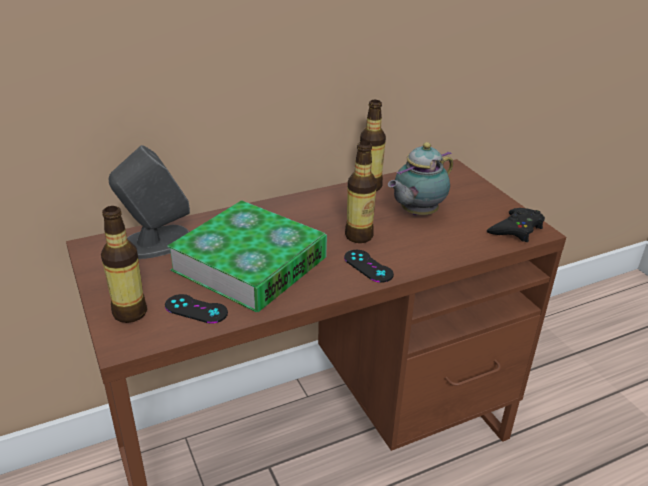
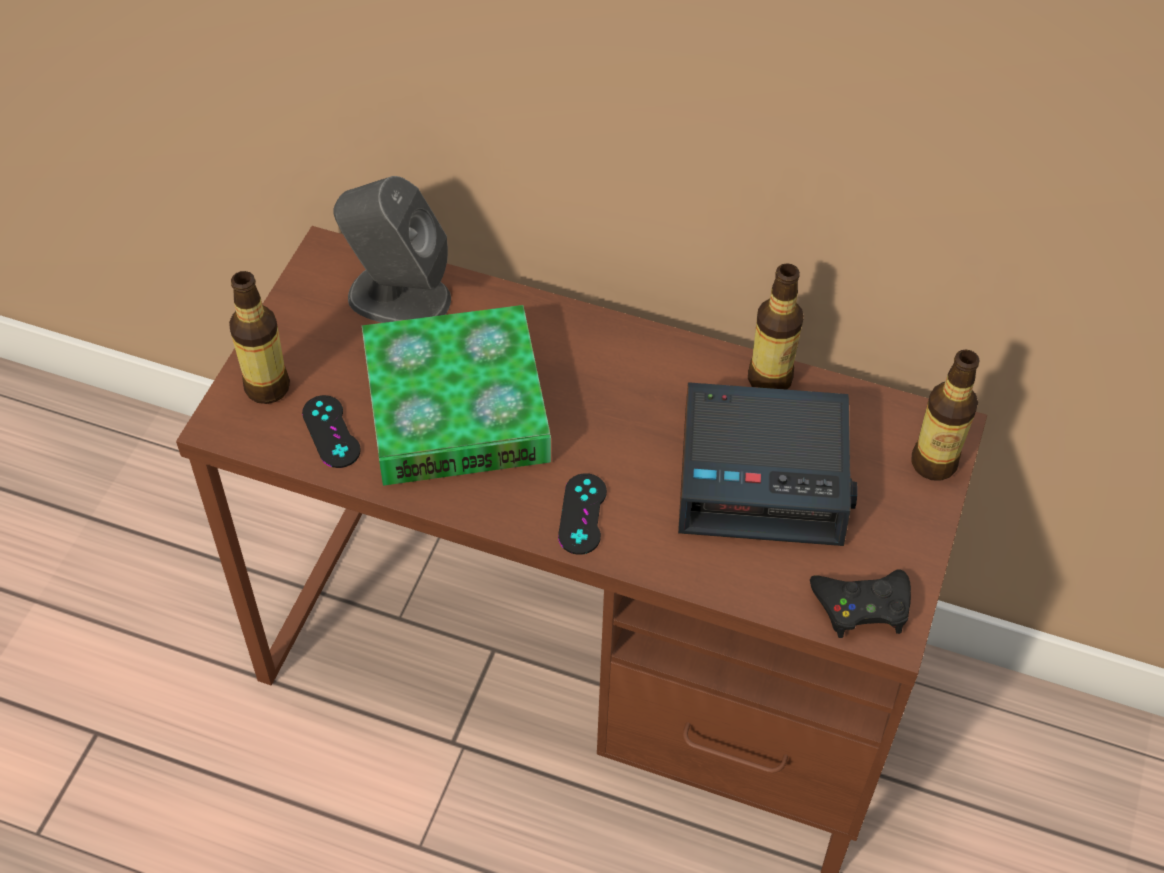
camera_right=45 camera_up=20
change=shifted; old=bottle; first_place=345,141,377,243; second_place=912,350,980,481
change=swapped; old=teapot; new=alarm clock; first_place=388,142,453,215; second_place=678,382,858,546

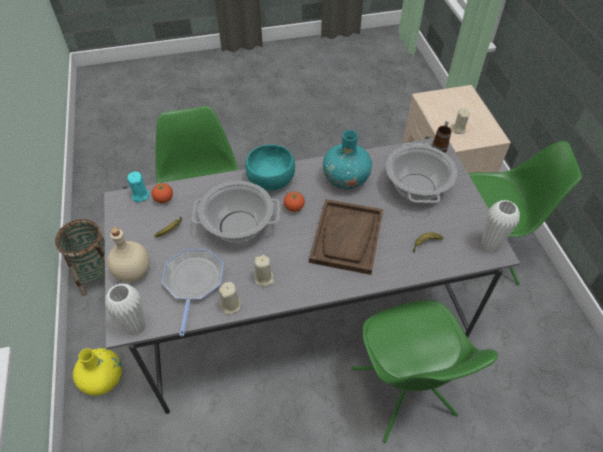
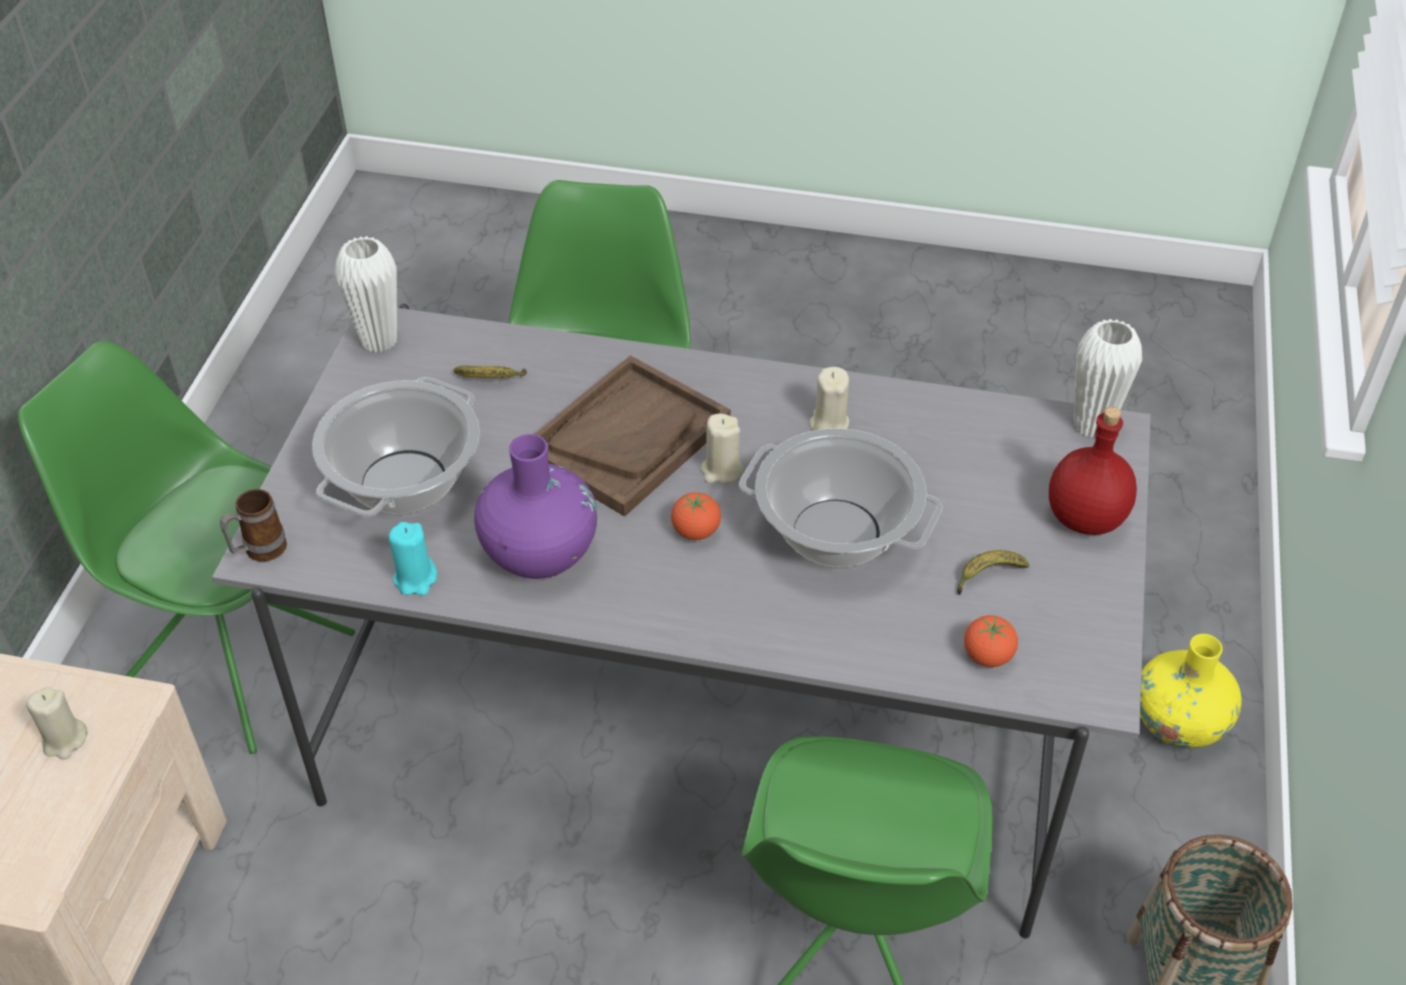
camera_right=-155 camera_up=-5
change=repainted; old=beige bottle; new=red bottle; first_place=108,227,150,282; second_place=1049,407,1137,535
change=shifted; old=turquoise candle; first_place=127,172,149,202; second_place=389,522,437,595
change=gone; old=frying pan; first_place=161,249,224,336
change=shifted; old=beige candle; first_place=219,282,242,314; second_place=700,414,744,484
change=gone; old=turquoise bowl; first_place=245,145,295,191
change=repainted; old=turquoise vase; new=purple vase; first_place=323,130,372,190; second_place=474,434,597,579

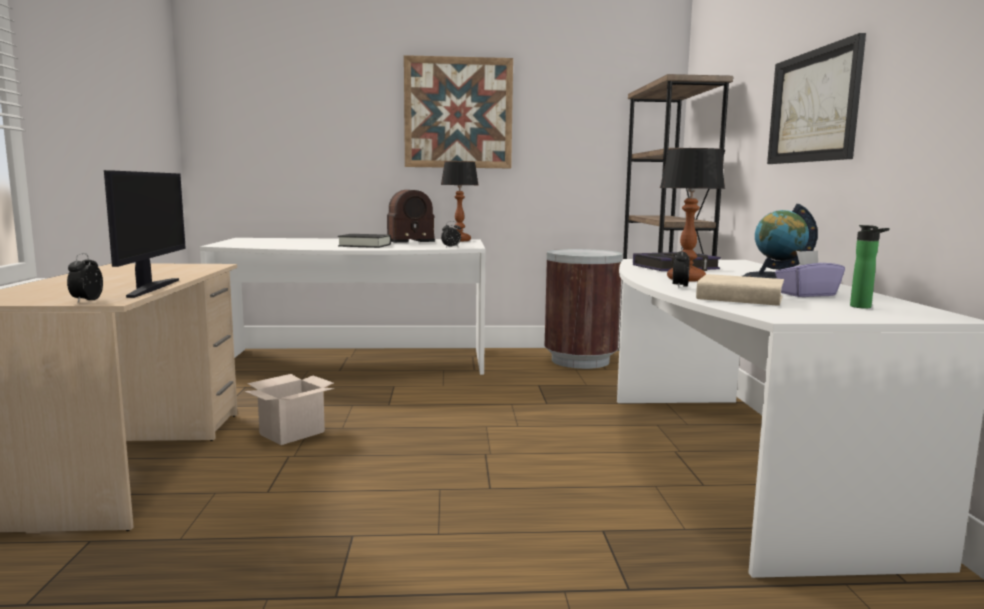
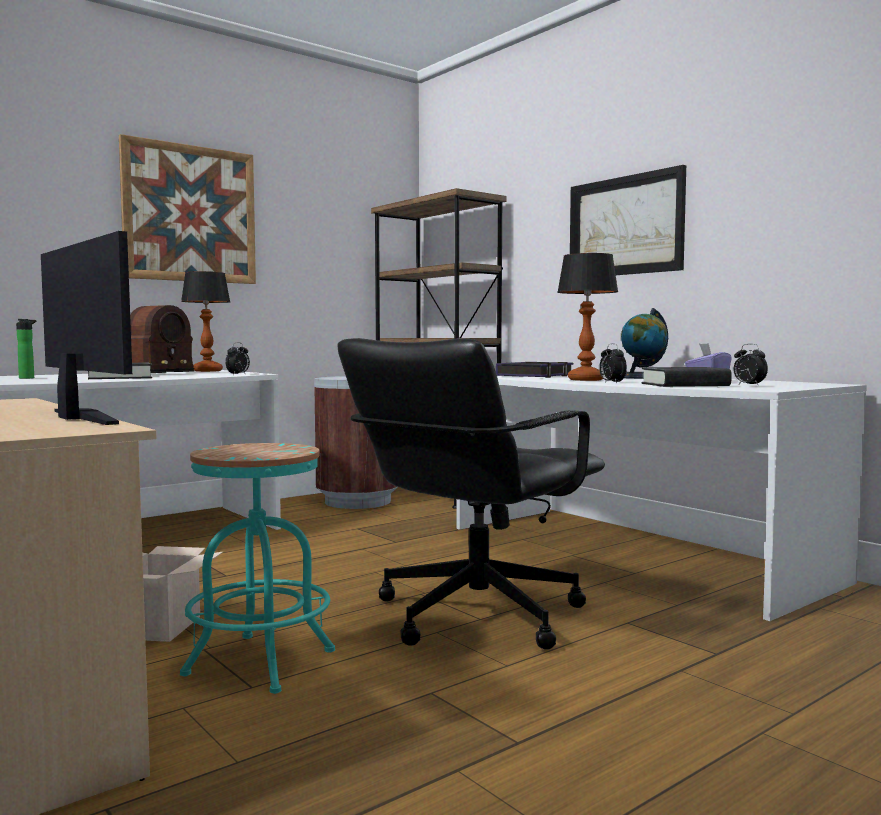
camera_right=-35 camera_up=-5
change=shifted; old=alarm clock; first_place=67,253,103,303; second_place=733,344,768,386
change=repainted; old=beige book; new=black book; first_place=696,274,784,306; second_place=641,367,732,387
change=shifted; old=bottle; first_place=850,225,890,309; second_place=16,319,36,379
change=new; new=turquoise stool; second_place=180,443,335,694
change=new; new=black office chair; second_place=338,338,605,650

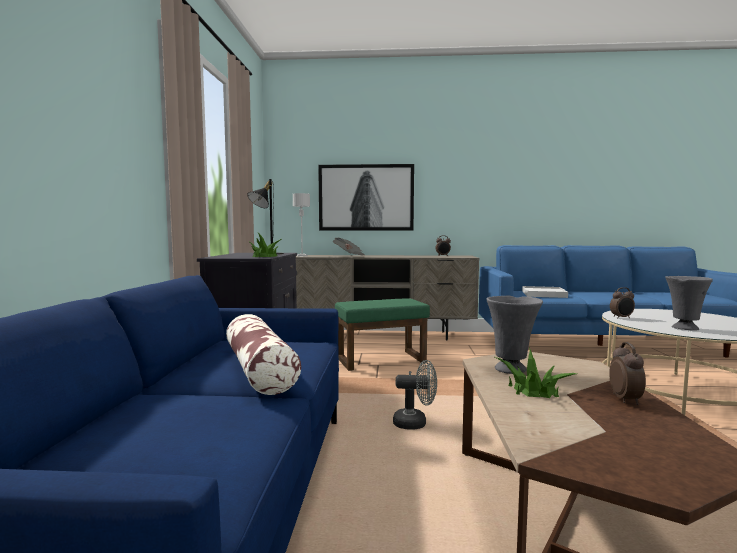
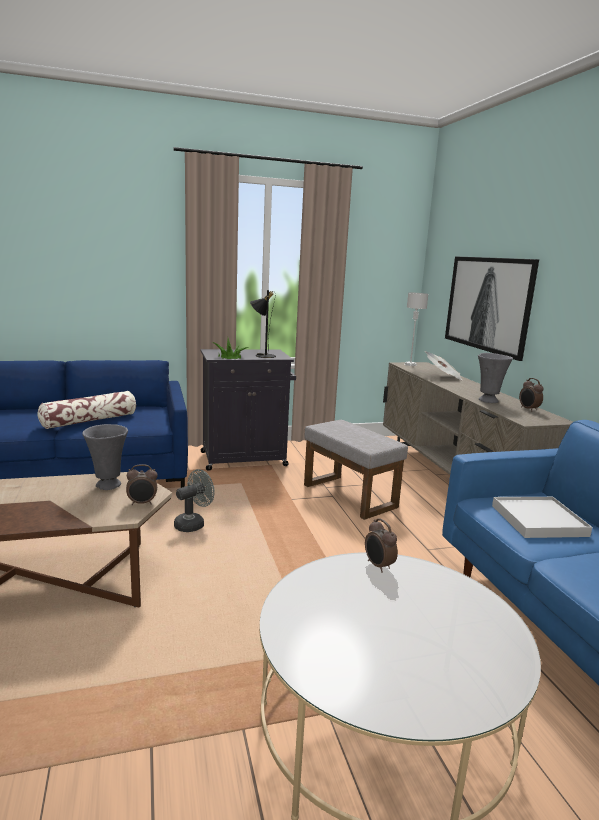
camera_right=70 camera_up=10
change=repainted; old=green ottoman; new=grey ottoman; first_place=335,298,430,371; second_place=304,420,408,520
change=rotated; old=grey fan; first_place=393,360,437,430; second_place=174,469,215,532; degrees=-120
change=gone; old=potted plant; first_place=495,347,577,398
change=shifted; old=alarm clock; first_place=609,342,646,405; second_place=126,464,157,505
change=shifted; old=grey vase; first_place=665,276,713,331; second_place=478,353,513,403

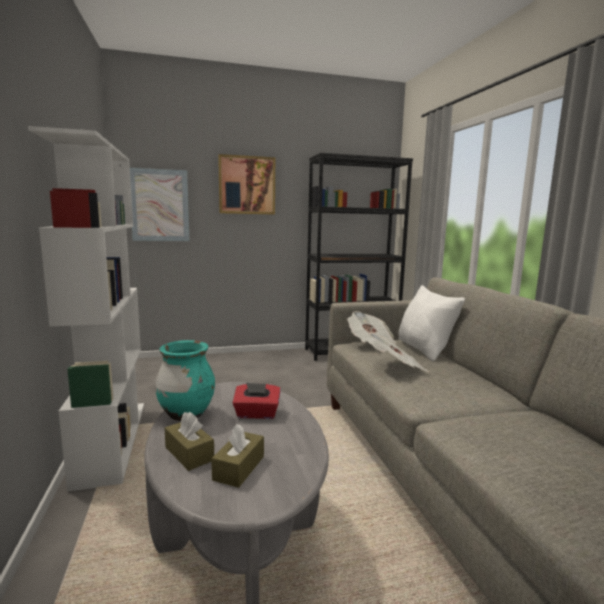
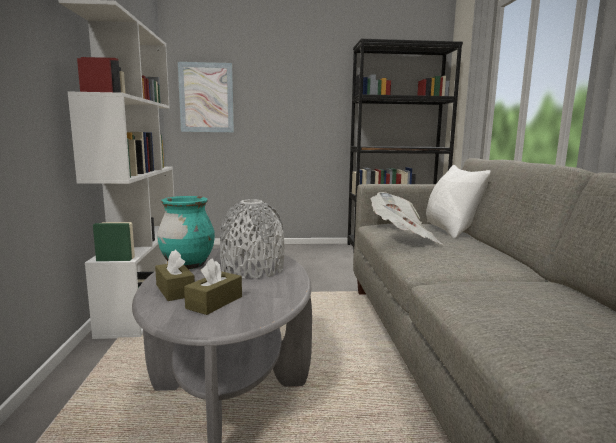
camera_right=10 camera_up=0
change=gone; old=picture; first_place=218,154,275,215
change=swapped; old=red tissue box; new=grey vase; first_place=233,382,281,419; second_place=220,200,285,278

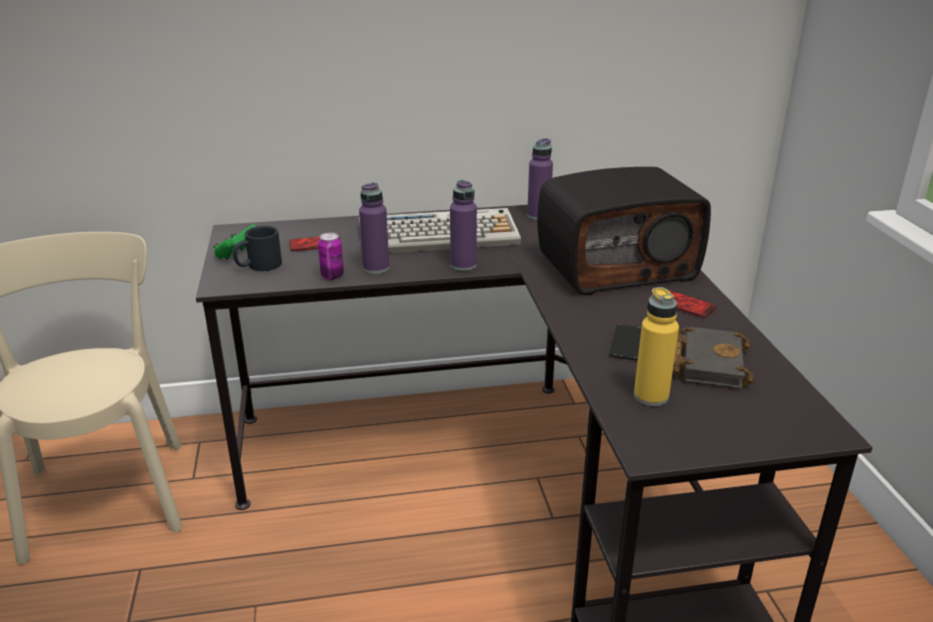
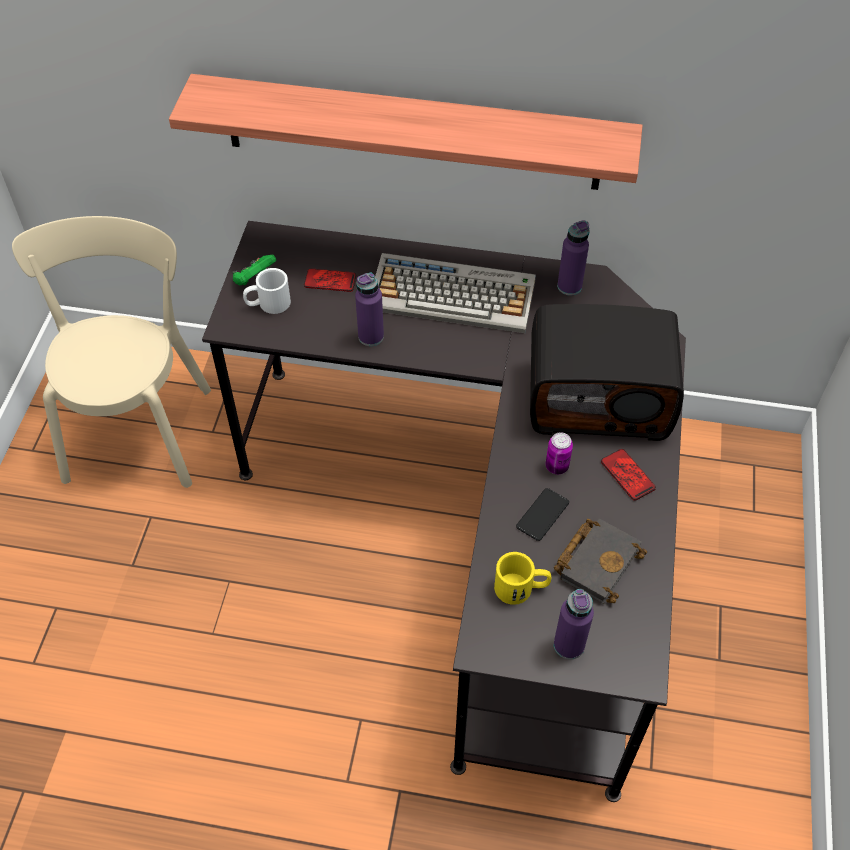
camera_right=20 camera_up=25
change=repainted; old=black mug; new=white mug; first_place=233,226,282,271; second_place=243,268,291,314
change=shifted; old=can; first_place=318,233,344,280; second_place=545,432,573,474
change=shifted; old=purple bottle; first_place=450,180,477,271; second_place=554,589,594,660
change=swapped; old=yellow bottle; new=yellow mug; first_place=634,287,679,406; second_place=494,552,551,605
change=new; new=shelf; second_place=169,74,643,190

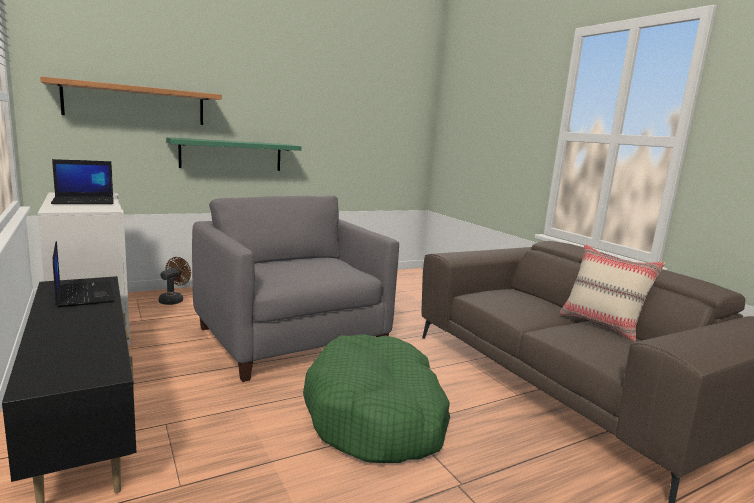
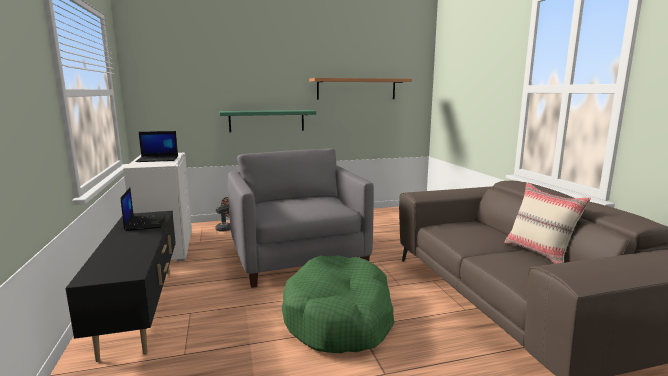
camera_right=15 camera_up=0
change=shifted; old=shelf; first_place=40,76,222,125; second_place=309,78,412,100

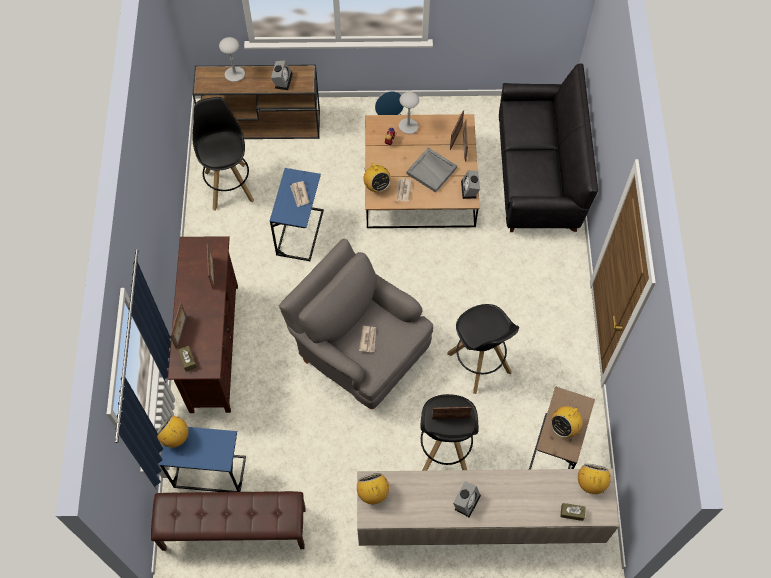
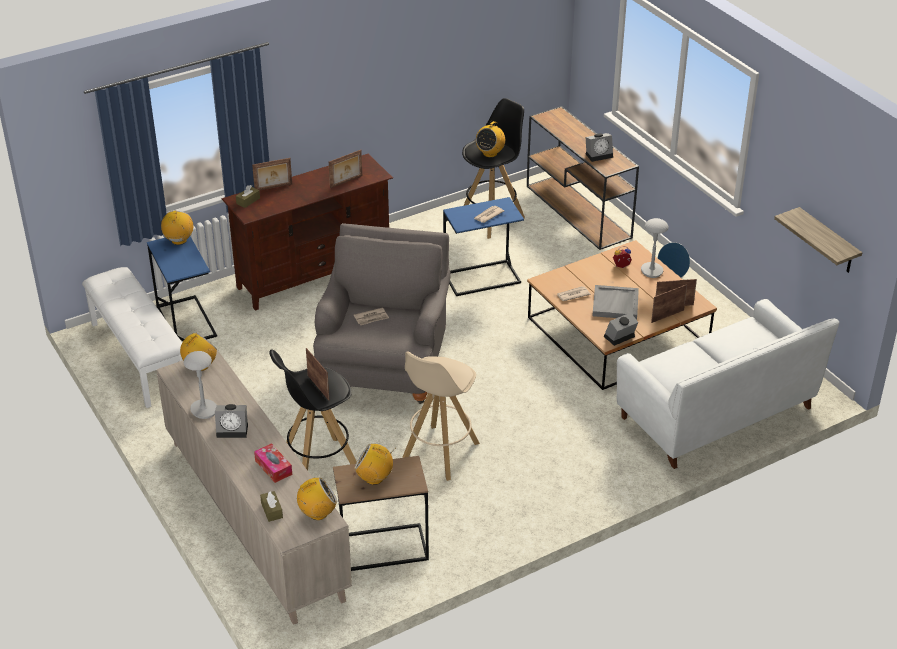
camera_right=60 camera_up=-25
change=repainted; old=brown bench; new=white bench; first_place=151,491,306,551; second_place=82,267,183,408
change=shifted; old=grey table lamp; first_place=219,37,245,82; second_place=183,351,217,419
change=shifted; old=radio; first_place=363,163,391,192; second_place=476,121,505,157
change=repainted; old=black stool; new=beige stool; first_place=447,304,519,394; second_place=402,351,480,481
change=repainted; old=black sofa; new=white sofa; first_place=499,64,598,232; second_place=617,299,839,469
change=new; new=tissue box; second_place=254,443,292,483
change=new; new=shelf; second_place=774,207,862,273

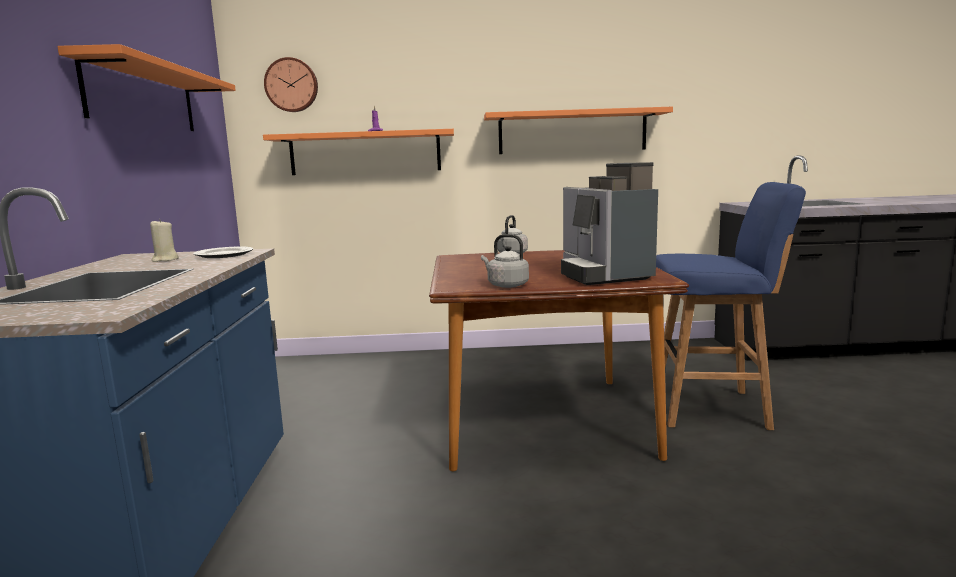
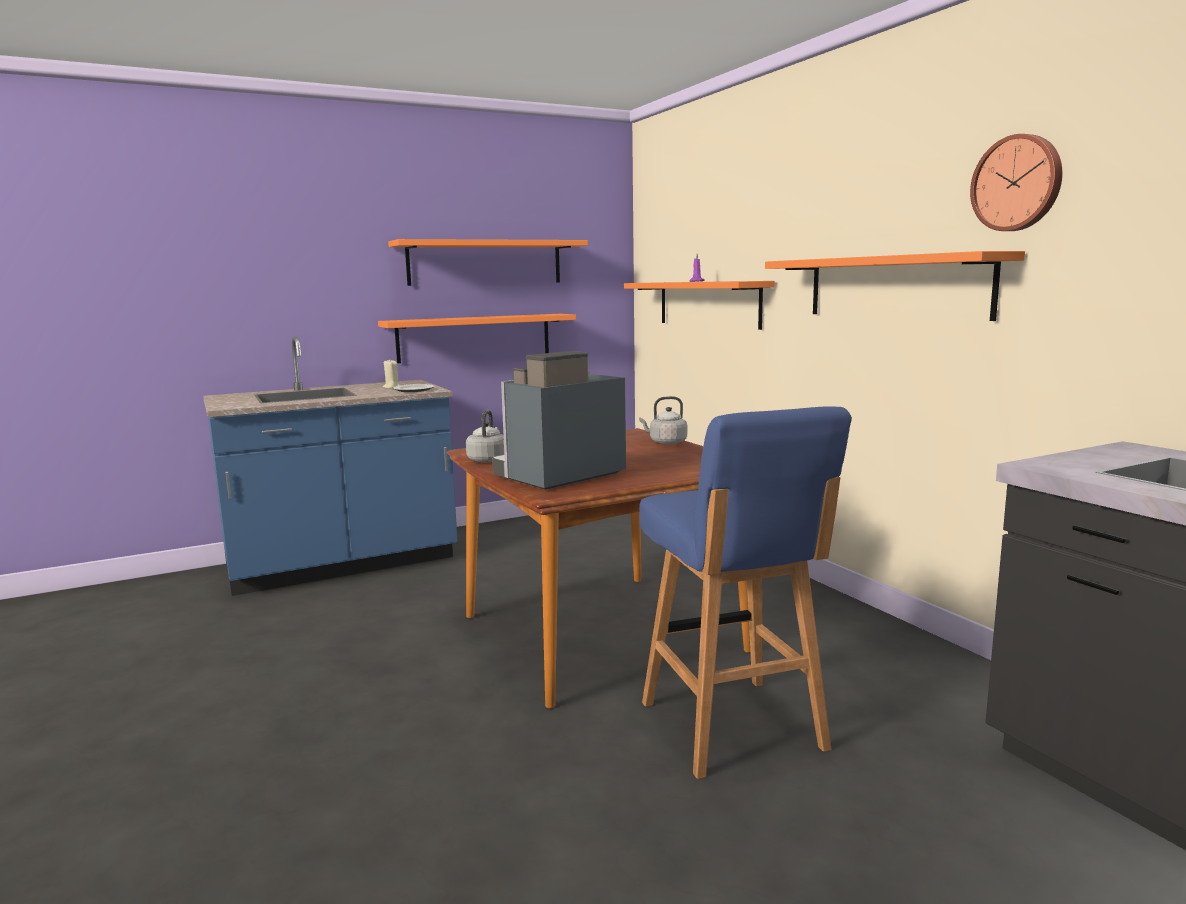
camera_right=65 camera_up=0
change=shifted; old=wall clock; first_place=264,57,318,112; second_place=970,134,1063,231
change=new; new=orange shelf; second_place=378,314,576,363

